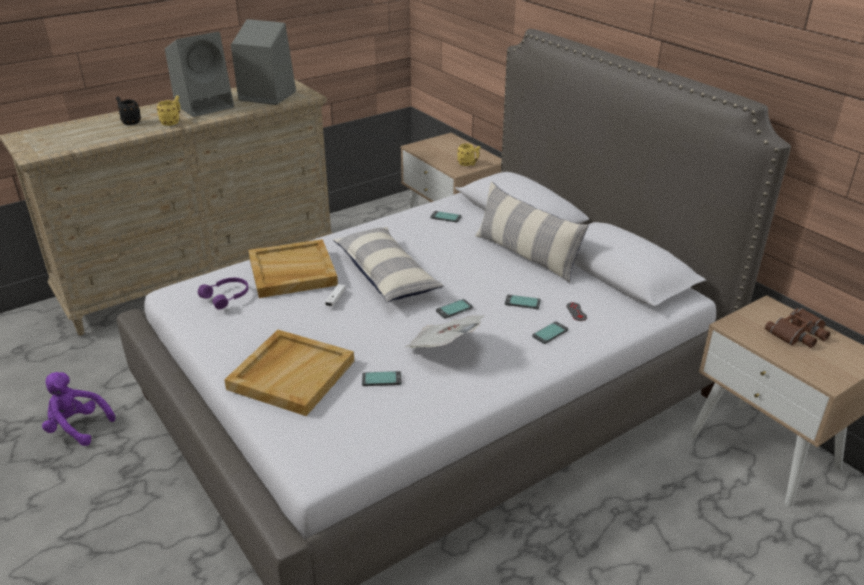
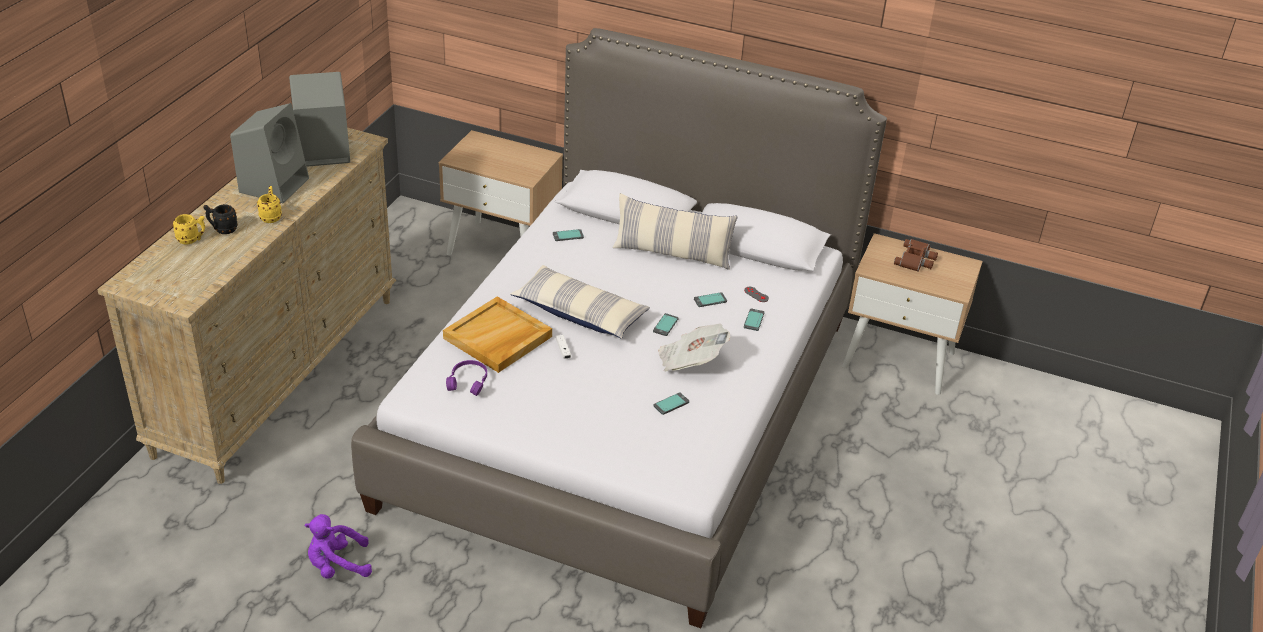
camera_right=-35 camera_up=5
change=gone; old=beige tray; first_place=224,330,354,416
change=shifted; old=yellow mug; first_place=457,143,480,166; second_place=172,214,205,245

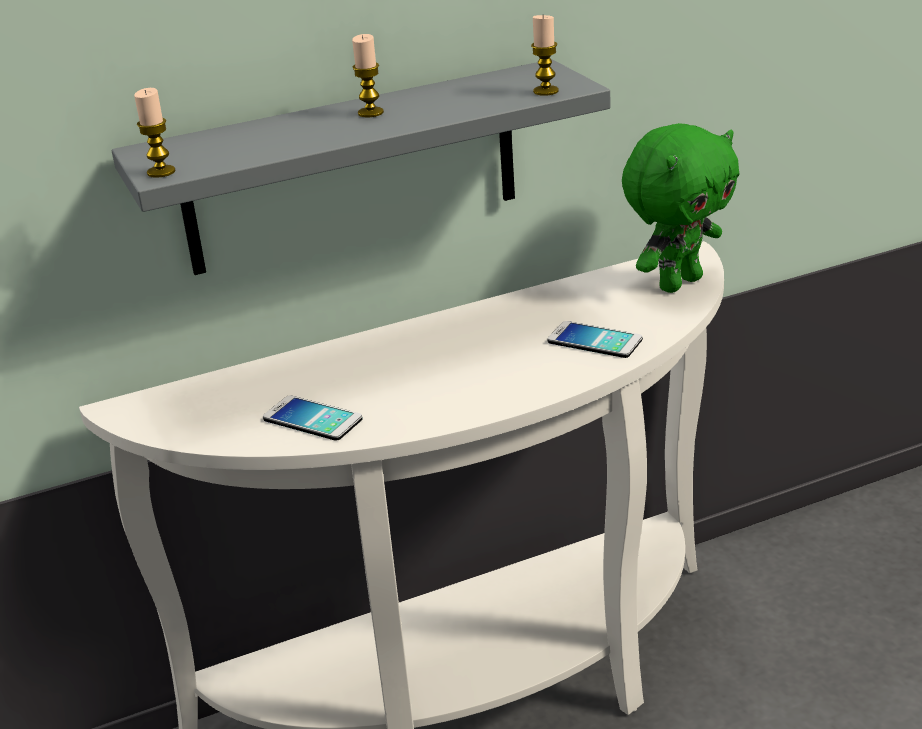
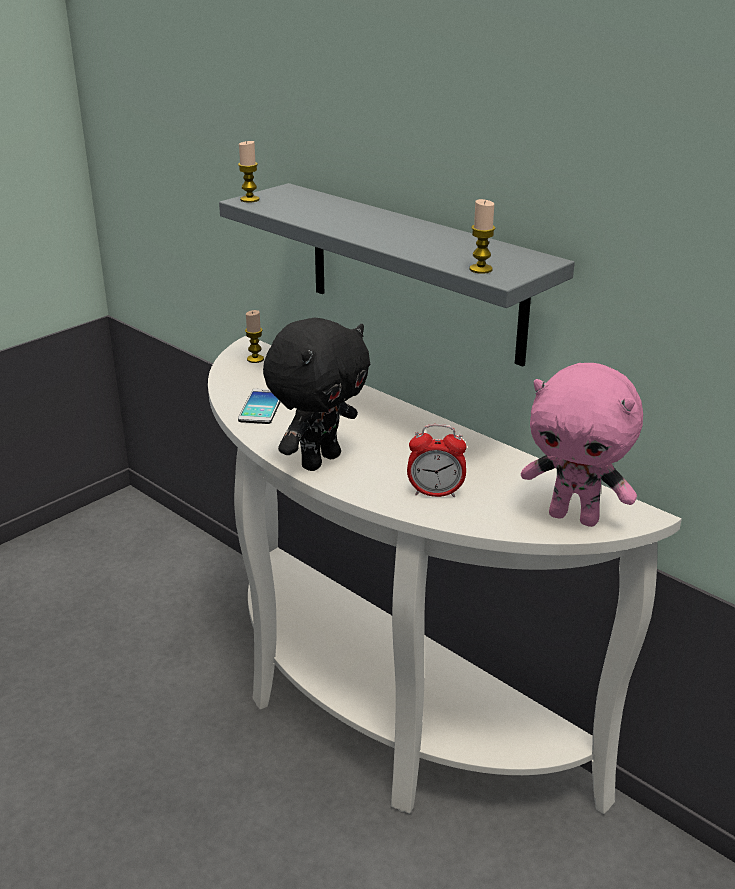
camera_right=65 camera_up=0
change=shifted; old=candle; first_place=352,34,384,117; second_place=245,310,264,363
change=swapped; old=phone; new=alarm clock; first_place=547,321,643,358; second_place=407,424,466,497
change=repainted; old=green plush toy; new=pink plush toy; first_place=622,123,740,293; second_place=521,363,643,527
change=new; new=black plush toy; second_place=263,317,370,471

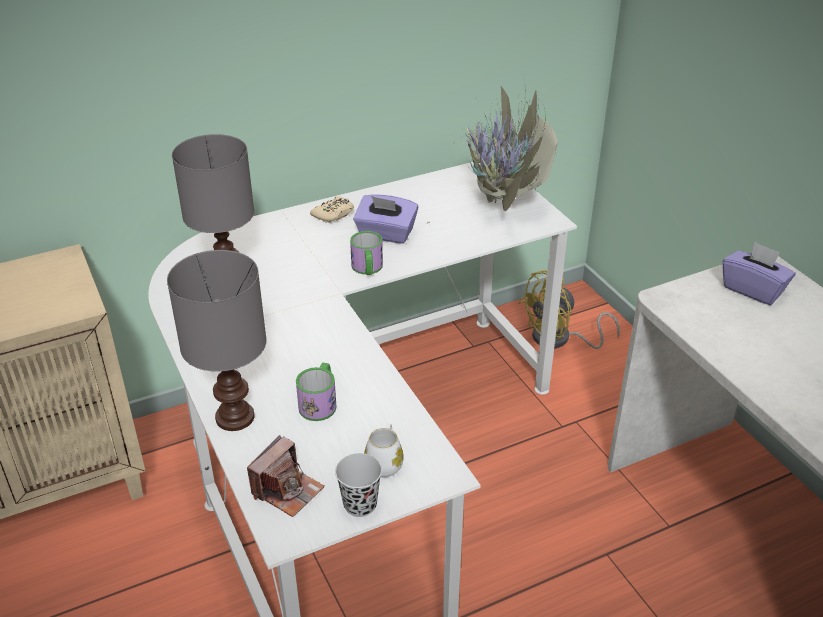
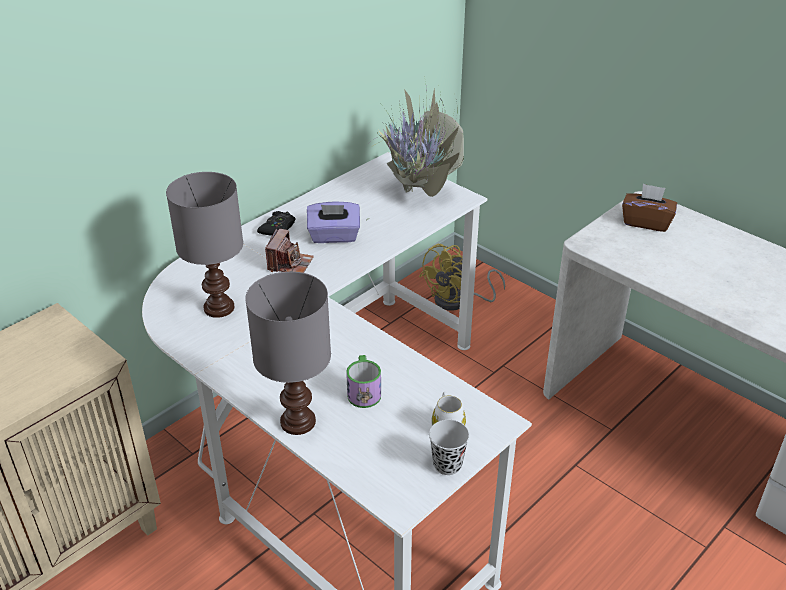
camera_right=-20 camera_up=0
change=shifted; old=photo camera; first_place=247,435,325,517; second_place=265,228,314,273
change=repainted; old=beige game controller; new=black game controller; first_place=310,196,354,223; second_place=257,211,296,236
change=gone; old=mug; first_place=350,231,383,275
change=repainted; old=purple tissue box; new=brown tissue box; first_place=723,242,796,305; second_place=622,184,677,232

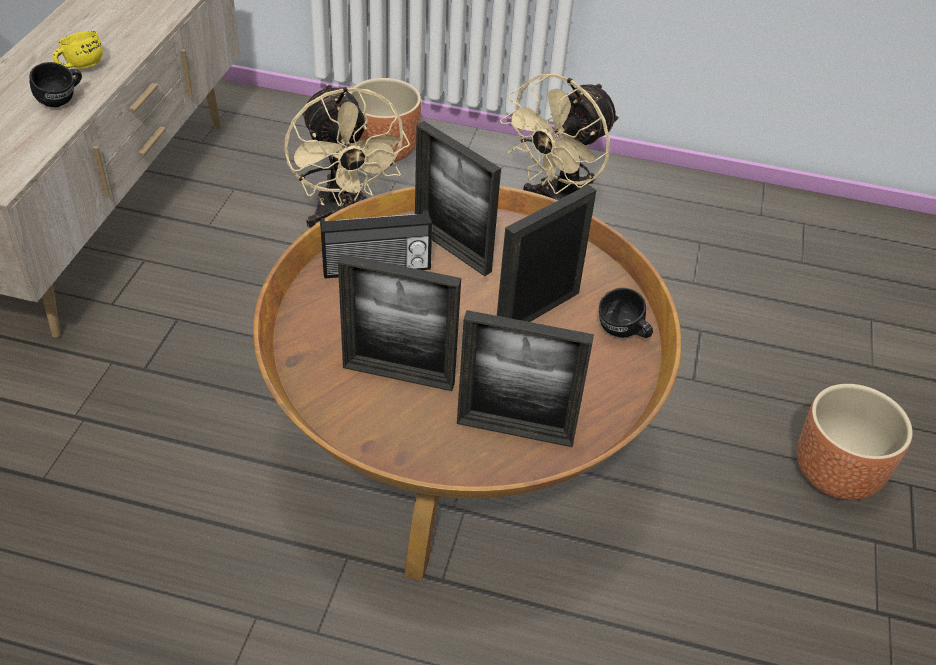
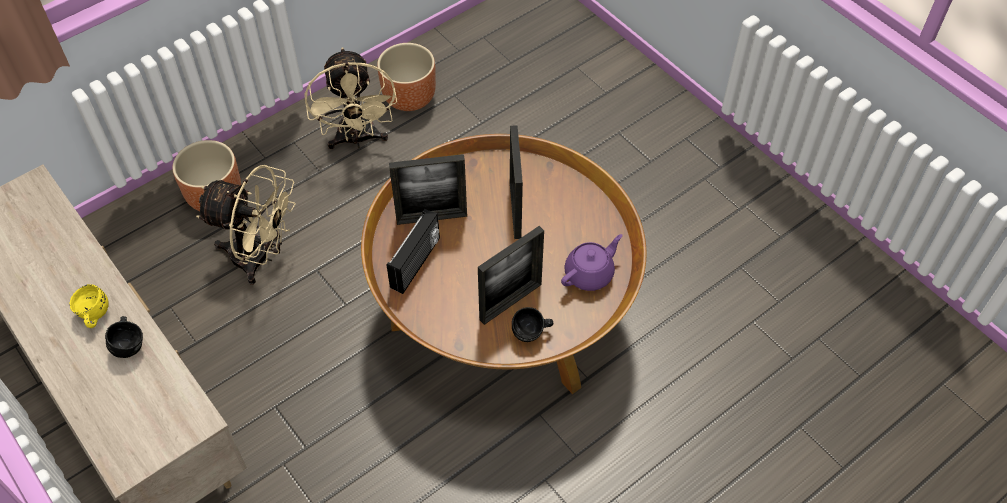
camera_right=-50 camera_up=10
change=swapped; old=picture frame; new=purple teapot; first_place=457,310,594,447; second_place=561,234,623,291
change=shifted; old=black mug; first_place=599,287,653,338; second_place=512,307,553,342
change=shifted; old=brown planter; first_place=797,384,913,500; second_place=377,43,436,111

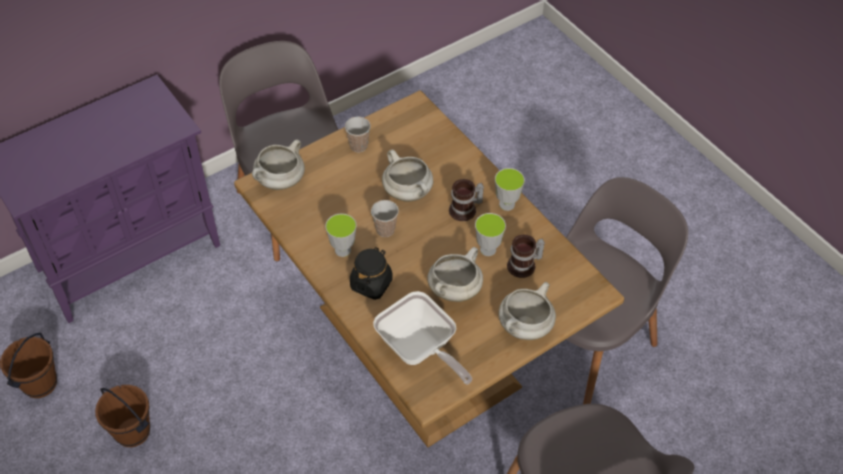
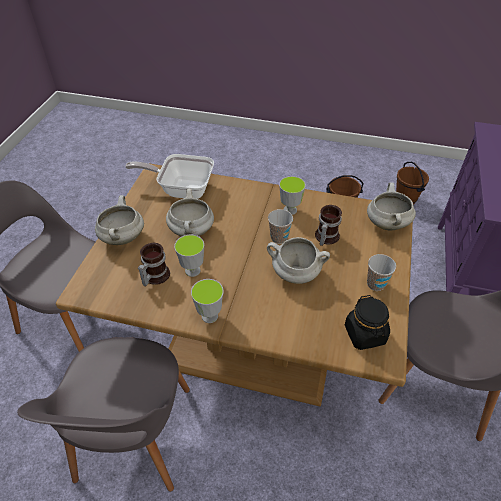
camera_right=140 camera_up=-5
change=shifted; old=black jar; first_place=350,247,393,300; second_place=345,295,390,350
change=shifted; old=mug; first_place=449,179,484,221; second_place=315,205,342,246

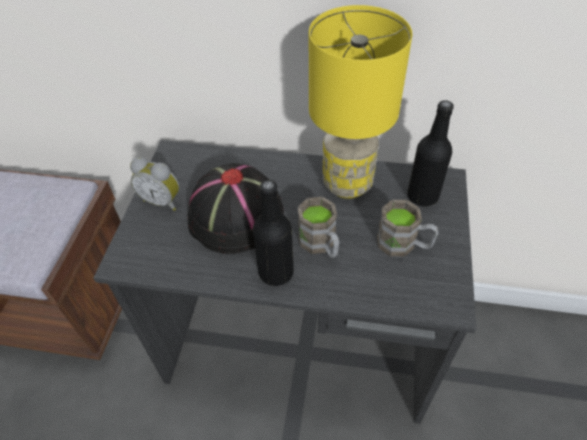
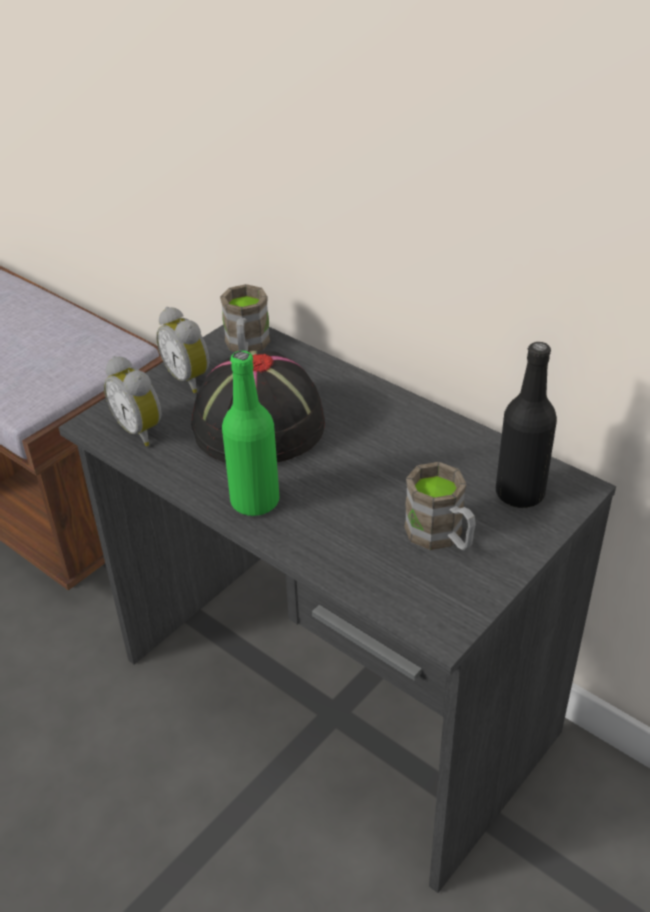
camera_right=30 camera_up=-10
change=repainted; old=black bottle; new=green bottle; first_place=253,180,294,286; second_place=222,351,279,516
change=shifted; old=brown mug; first_place=298,197,339,258; second_place=220,284,271,352
change=gone; old=yellow table lamp; first_place=309,5,412,199
change=new; new=alarm clock; second_place=104,356,162,446

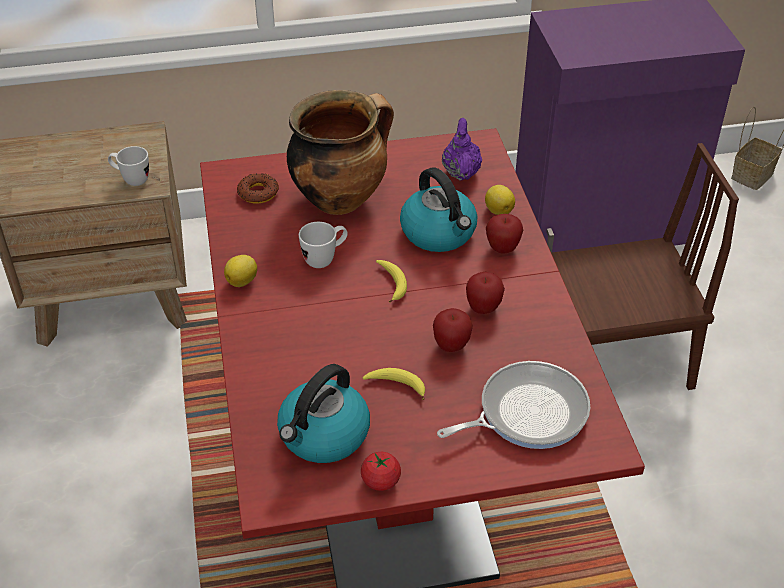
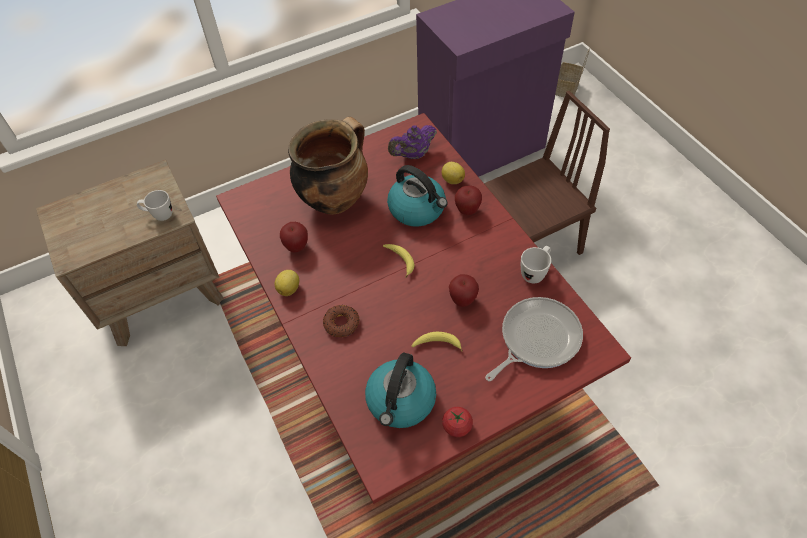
camera_right=-15 camera_up=10
change=shifted; old=donut; first_place=237,174,279,204; second_place=323,305,359,337
change=shifted; old=white mug; first_place=299,222,348,268; second_place=521,246,551,284
change=rotated; old=purple teapot; first_place=442,118,482,180; second_place=388,125,437,159; degrees=-105
change=shifted; old=apple; first_place=466,272,505,314; second_place=280,222,308,252

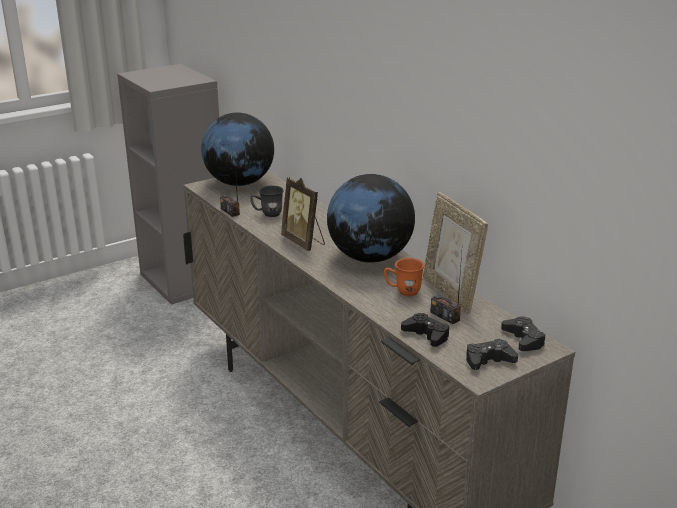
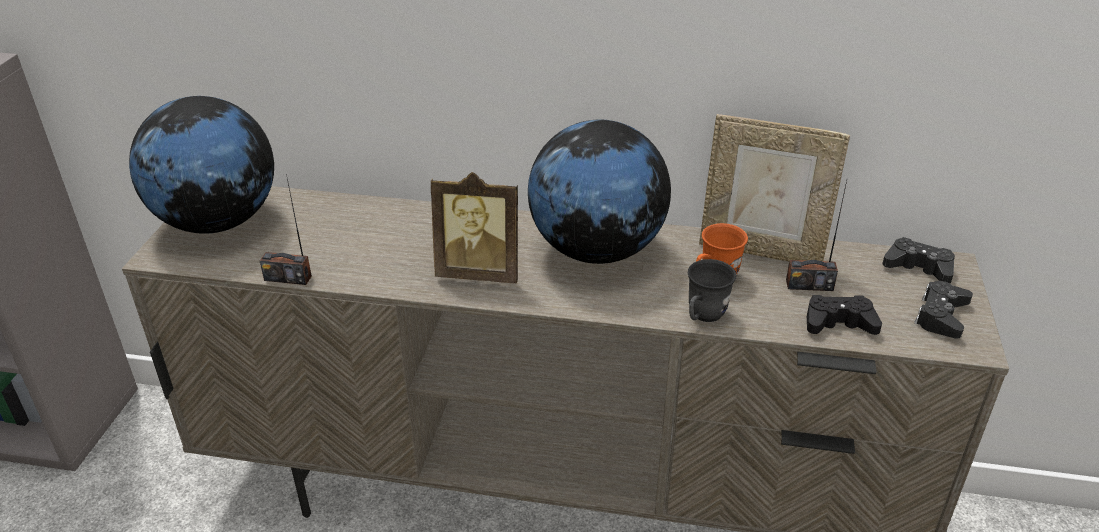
camera_right=-45 camera_up=10
change=shifted; old=grey mug; first_place=250,185,284,217; second_place=688,259,736,322

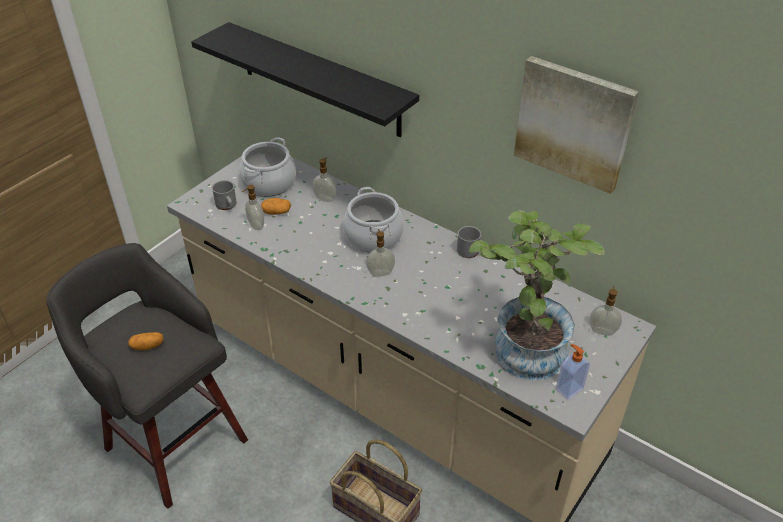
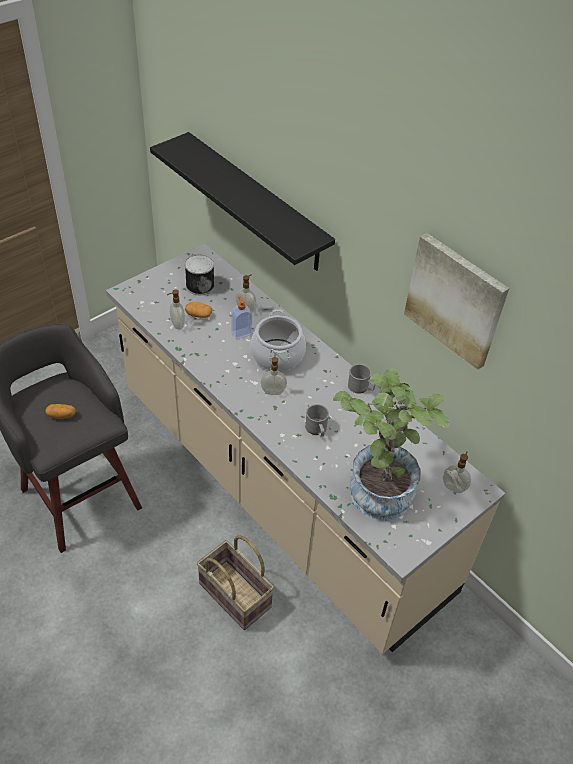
camera_right=10 camera_up=5
change=shifted; old=grey mug; first_place=212,180,237,210; second_place=305,404,329,437
change=swapped; old=cooking pot; new=can; first_place=239,137,296,197; second_place=185,254,215,295
change=shifted; old=soap dispenser; first_place=556,344,590,400; second_place=231,296,252,339

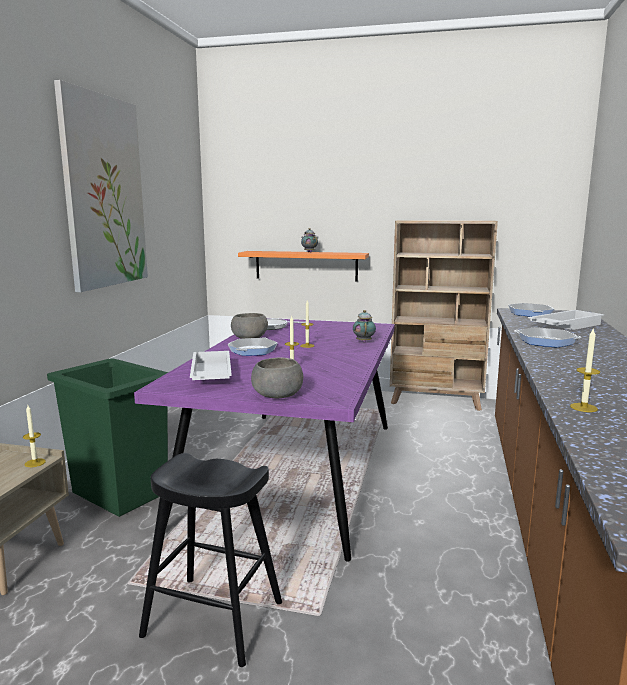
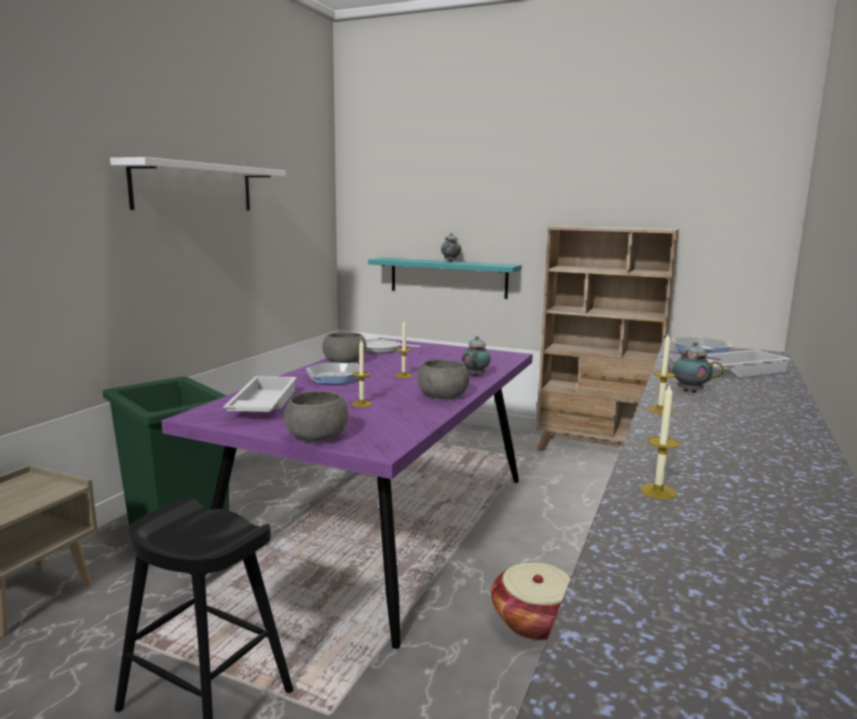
camera_right=10 camera_up=0
change=shifted; old=candle; first_place=23,405,46,467; second_place=647,332,675,414
change=swapped; old=picture; new=white shelf; first_place=54,80,148,292; second_place=110,157,286,210
change=repainted; old=orange shelf; new=turquoise shelf; first_place=238,251,369,281; second_place=368,258,522,299
change=swapped; old=frying pan; new=teapot; first_place=514,327,581,348; second_place=661,342,724,393
change=new; new=grey bowl; second_place=418,359,469,399
change=new; new=basket; second_place=491,562,571,640

